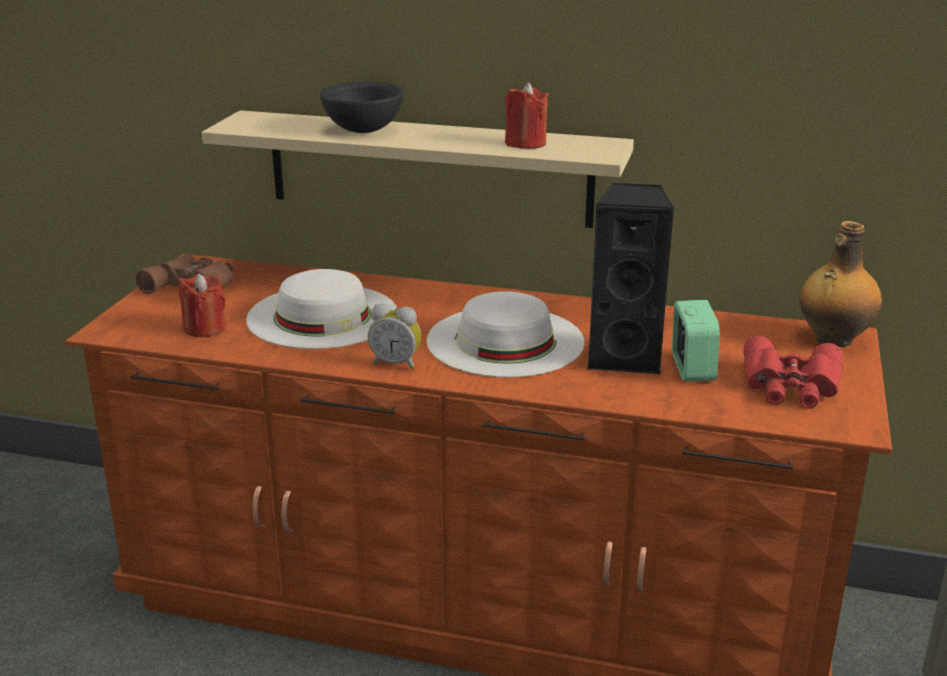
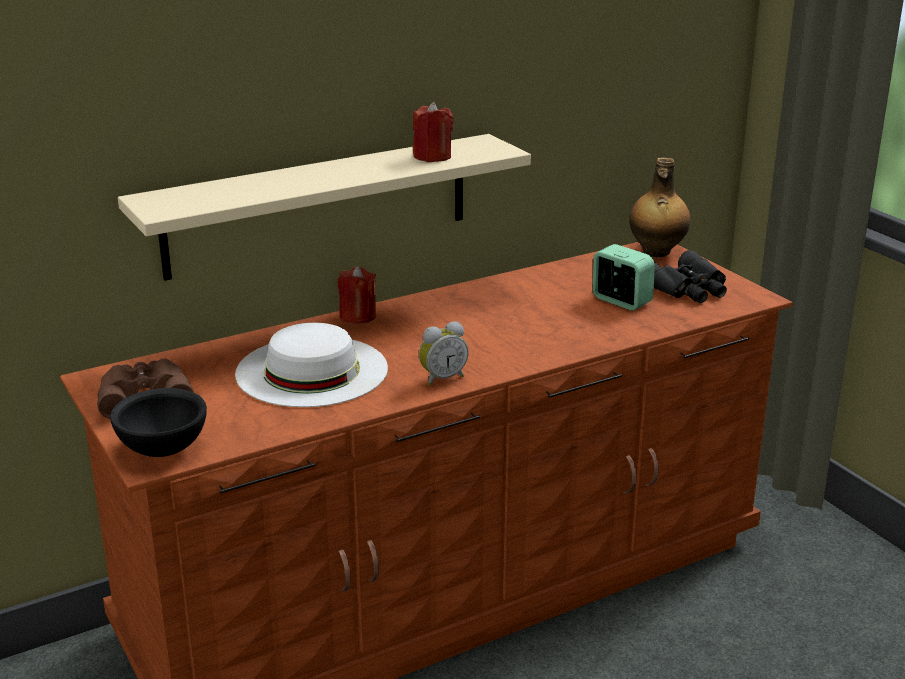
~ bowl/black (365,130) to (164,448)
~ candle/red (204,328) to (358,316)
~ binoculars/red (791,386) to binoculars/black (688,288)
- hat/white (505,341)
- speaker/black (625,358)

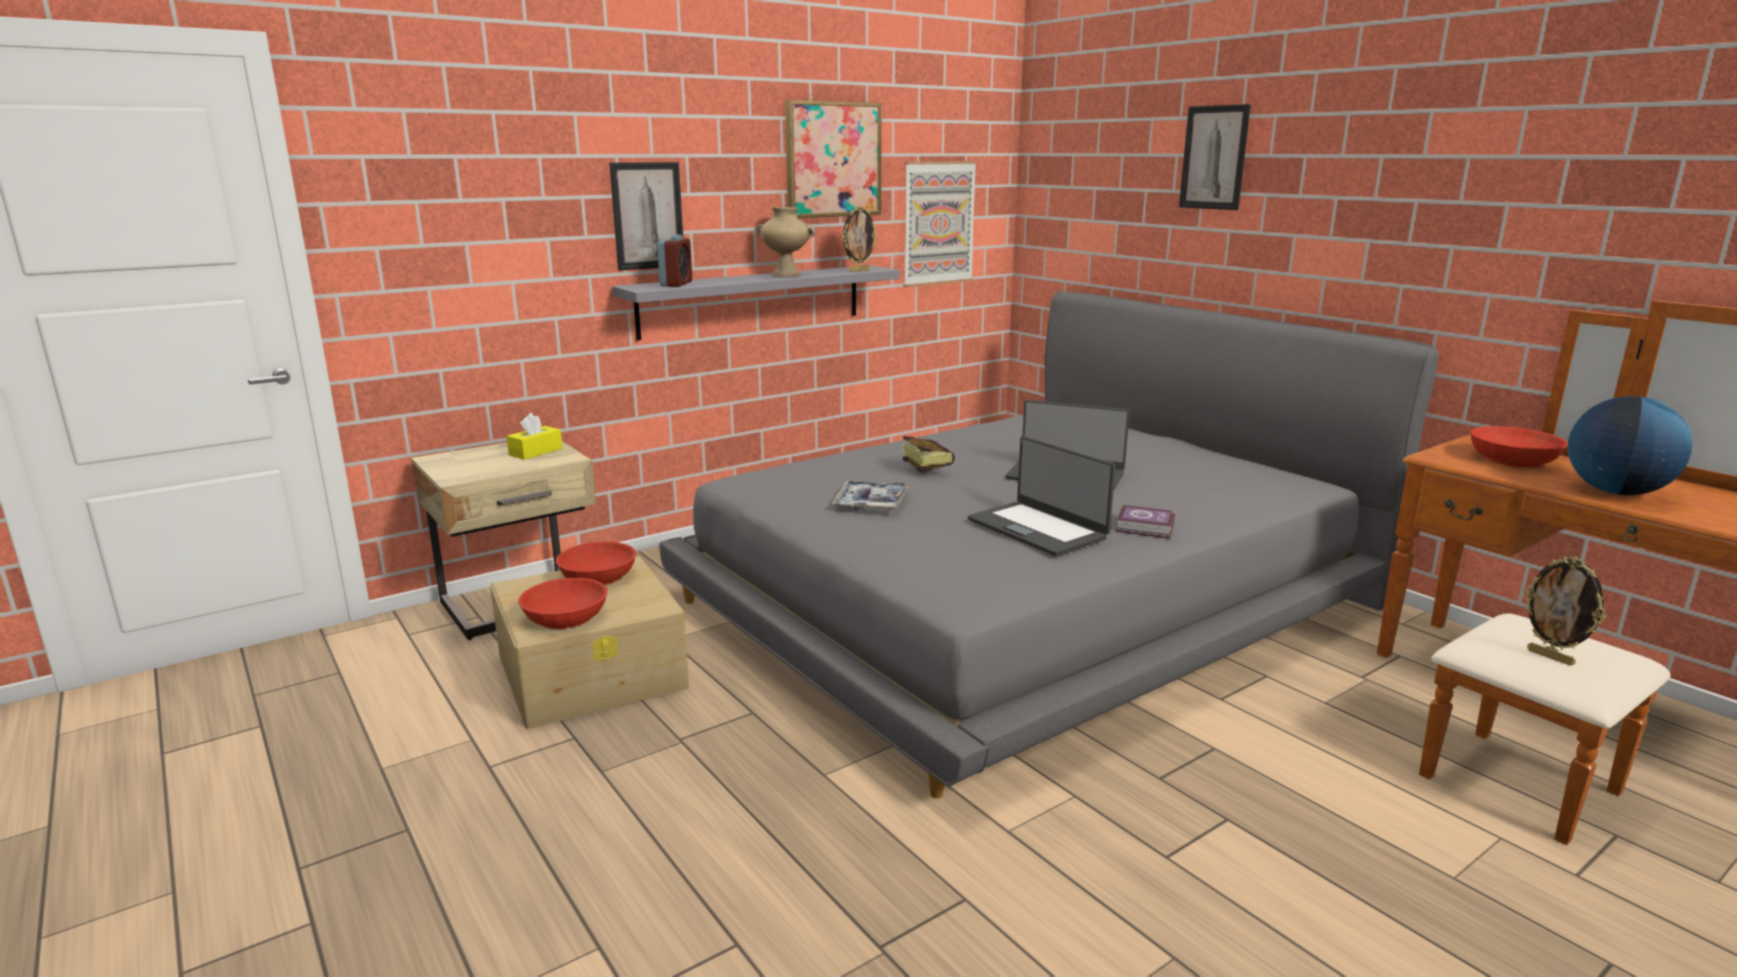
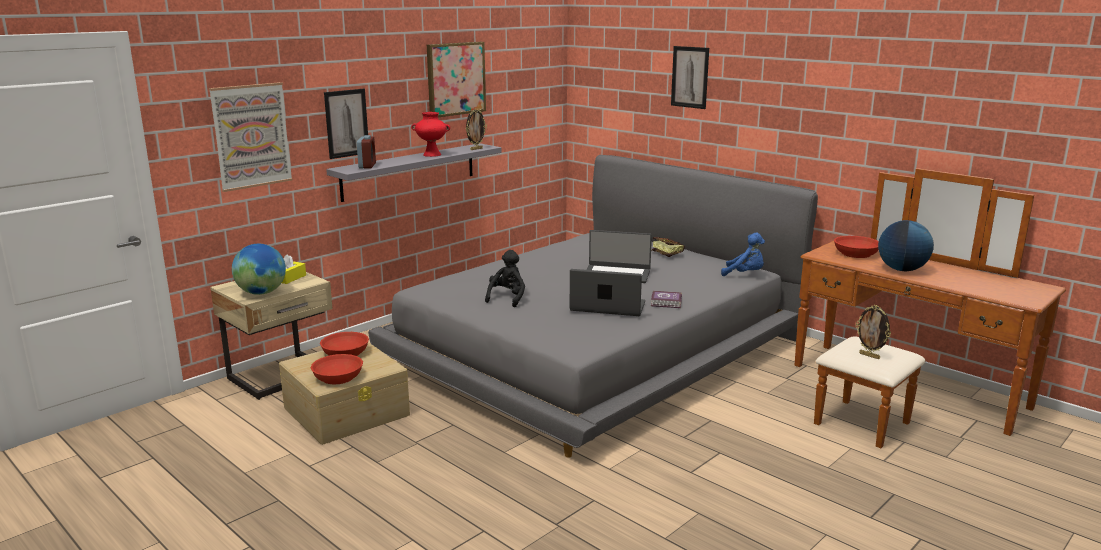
~ picture (938,223) to (251,136)
+ globe (261,293)
~ vase/beige (787,275) to vase/red (432,154)
~ tray (871,503) to plush toy/black (507,298)
~ laptop (1038,528) = (607,307) 150 degrees clockwise
~ book (924,467) to (665,254)
+ plush toy/blue (745,274)

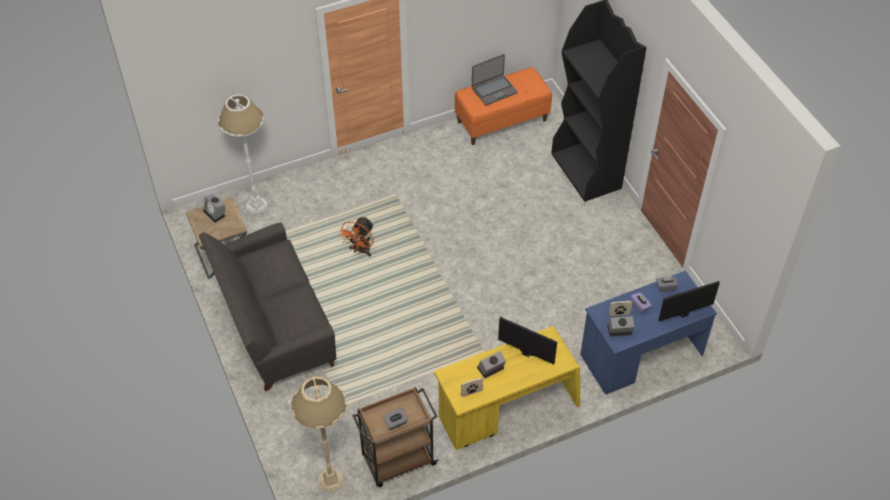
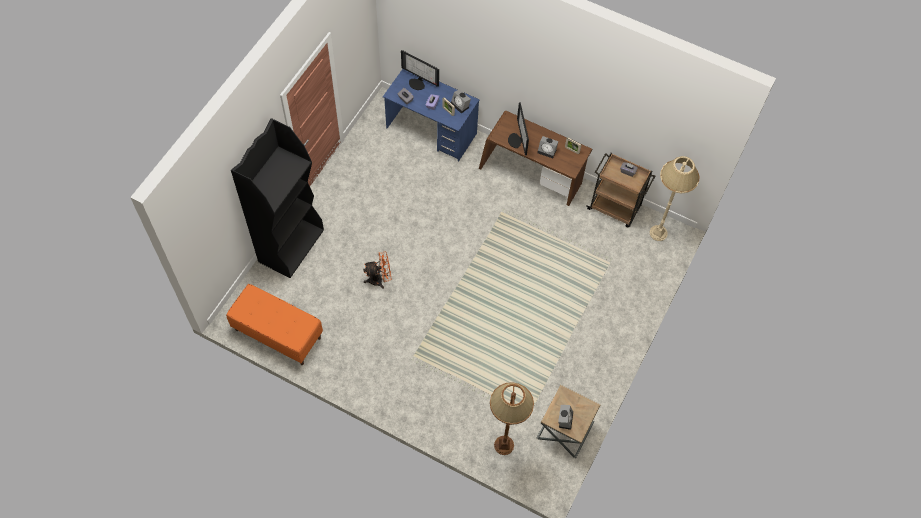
~ fan/orange (360,251) to (379,279)
~ desk/yellow (507,410) to desk/brown (531,175)
~ floor lamp/white (257,205) to floor lamp/brown (503,445)
- sofa/grey (274,327)
- laptop (494,90)

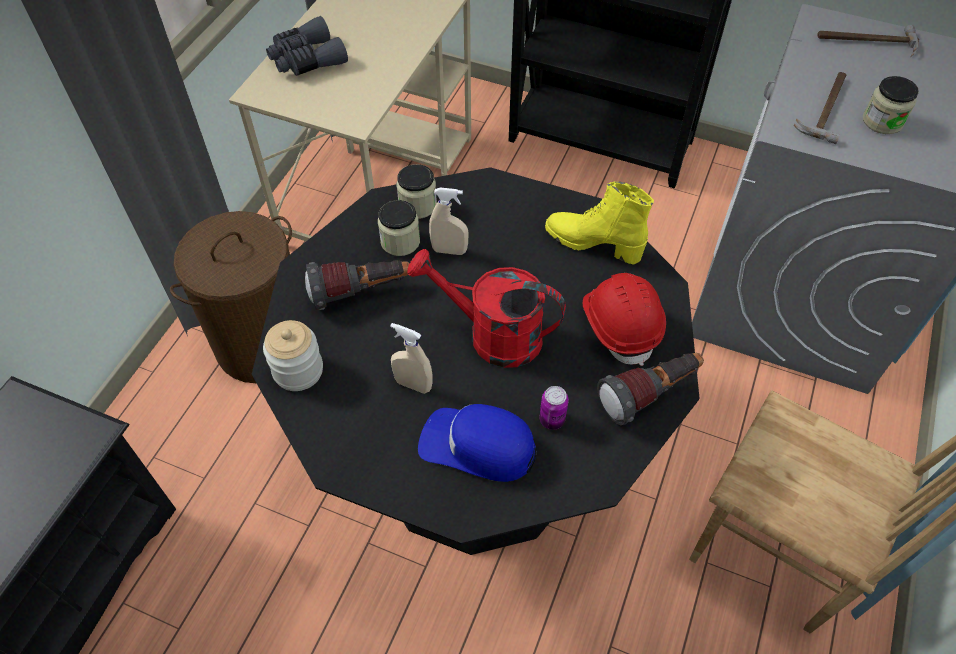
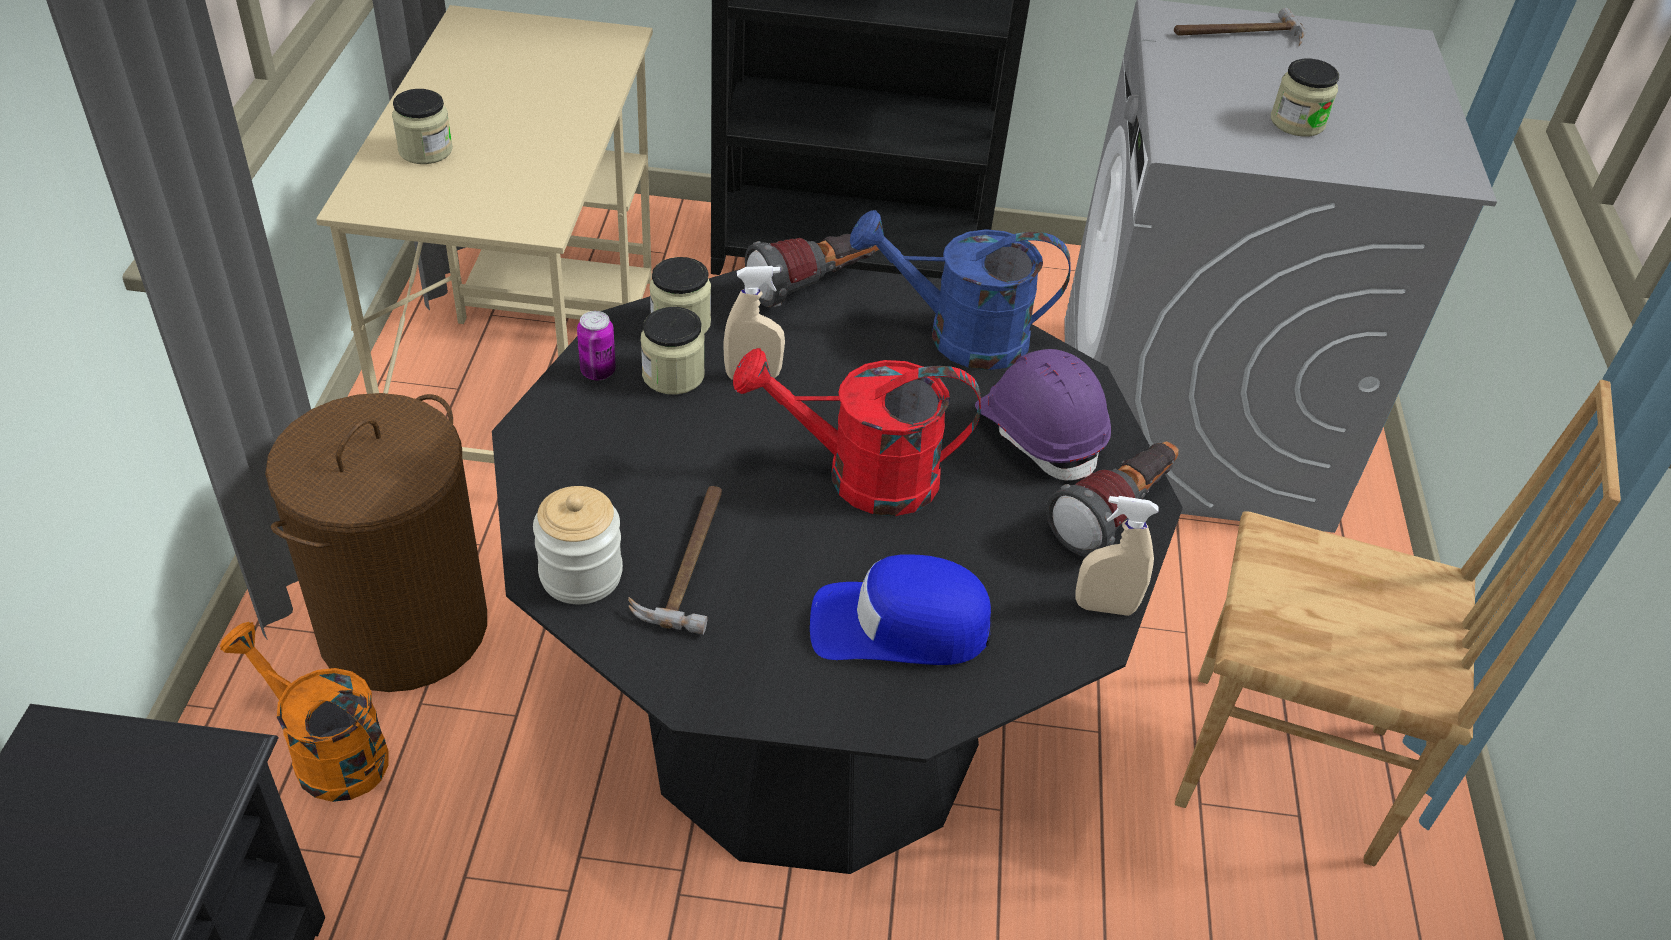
+ watering can/orange (327,752)
~ binoculars/grey (306,59) to jar (425,150)
~ can (552,420) to (598,371)
~ hammer (826,107) to (688,559)
~ flashlight (361,292) to (815,285)
~ boot/yellow (593,243) to watering can/blue (959,337)
~ hard hat/red (621,325) to hard hat/purple (1039,434)
~ spray bottle/beige (413,385) to (1104,607)

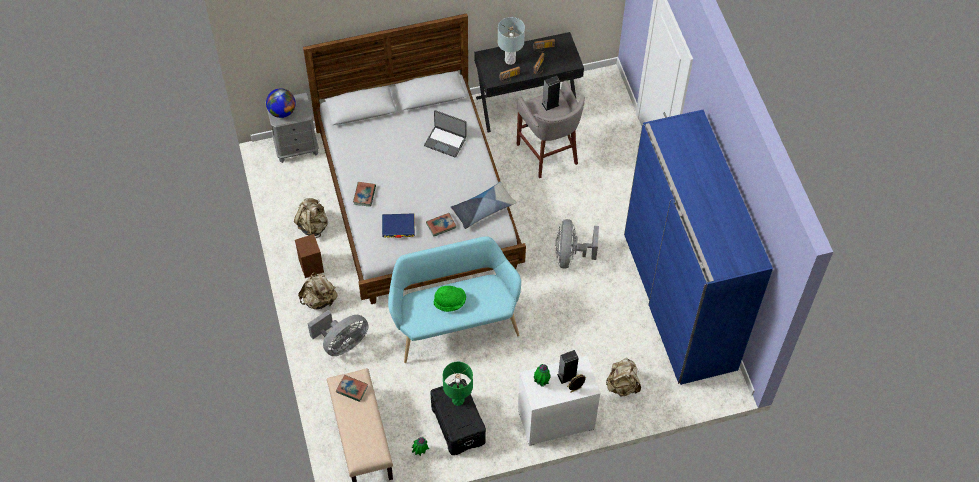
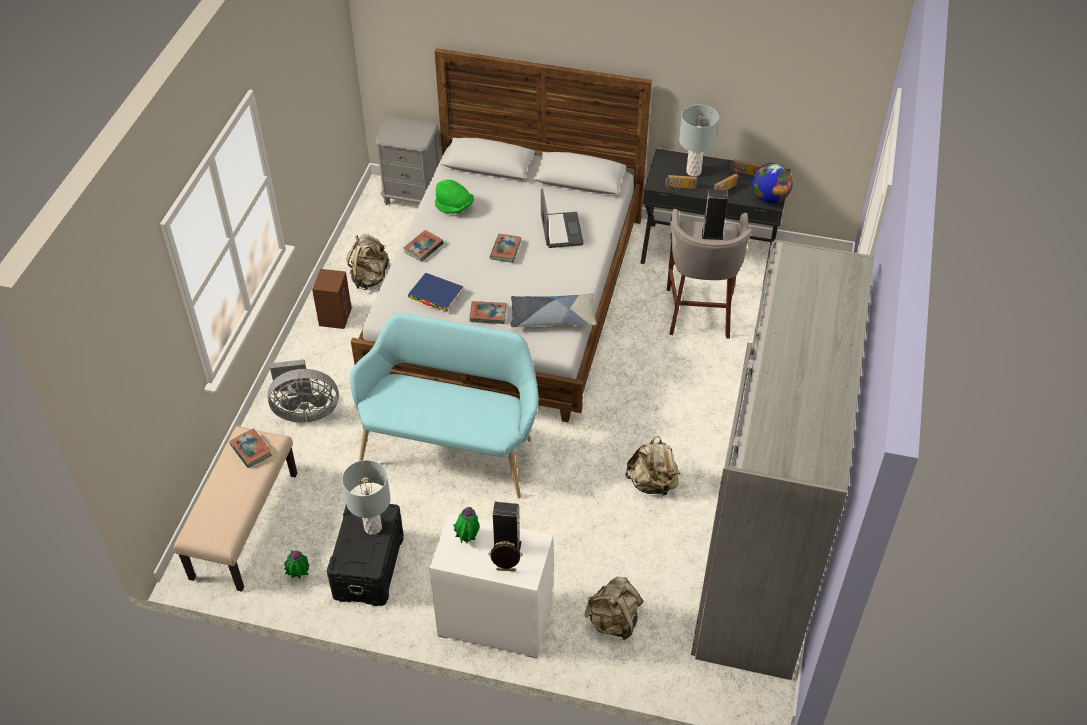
~ table lamp/green (458,400) to table lamp/grey (372,527)
~ hat/green (450,302) to (454,207)
+ book (505,250)
~ laptop (445,141) = (560,231) 150 degrees counterclockwise
~ backpack/beige (319,300) to (652,483)
~ wardrobe/blue (679,301) to wardrobe/grey (760,552)
~ globe (282,112) to (769,198)
- fan/grey (571,255)

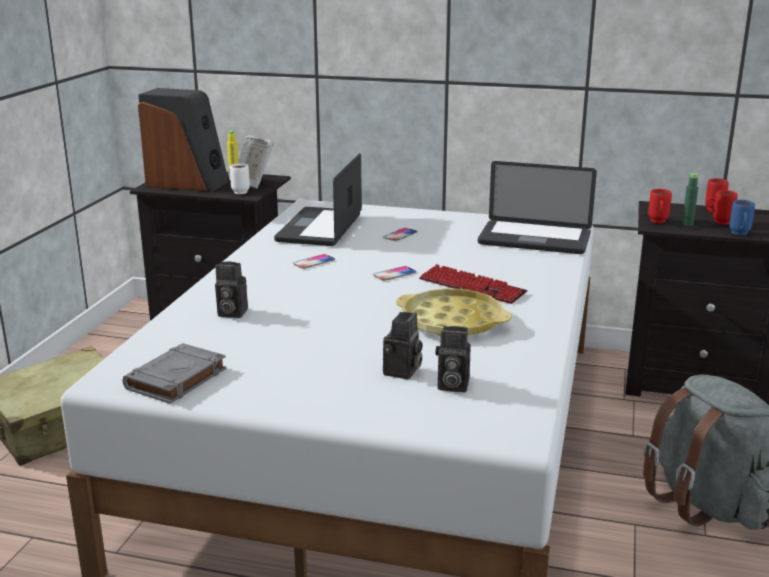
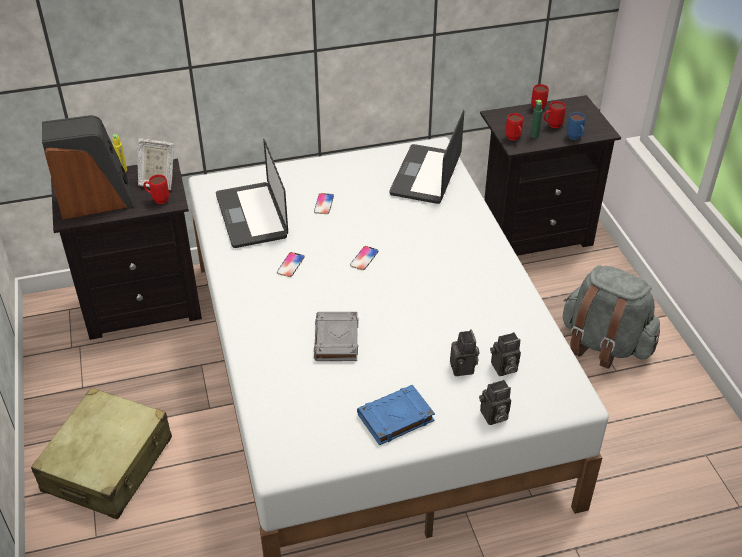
~ mug/white (238,192) to mug/red (157,200)
~ book/grey (176,379) to (337,340)
+ book/blue (395,418)
~ laptop (534,239) = (426,175) 120 degrees clockwise
~ photo camera (230,313) to (493,416)
- tray/yellow (452,321)
- keyboard (472,287)

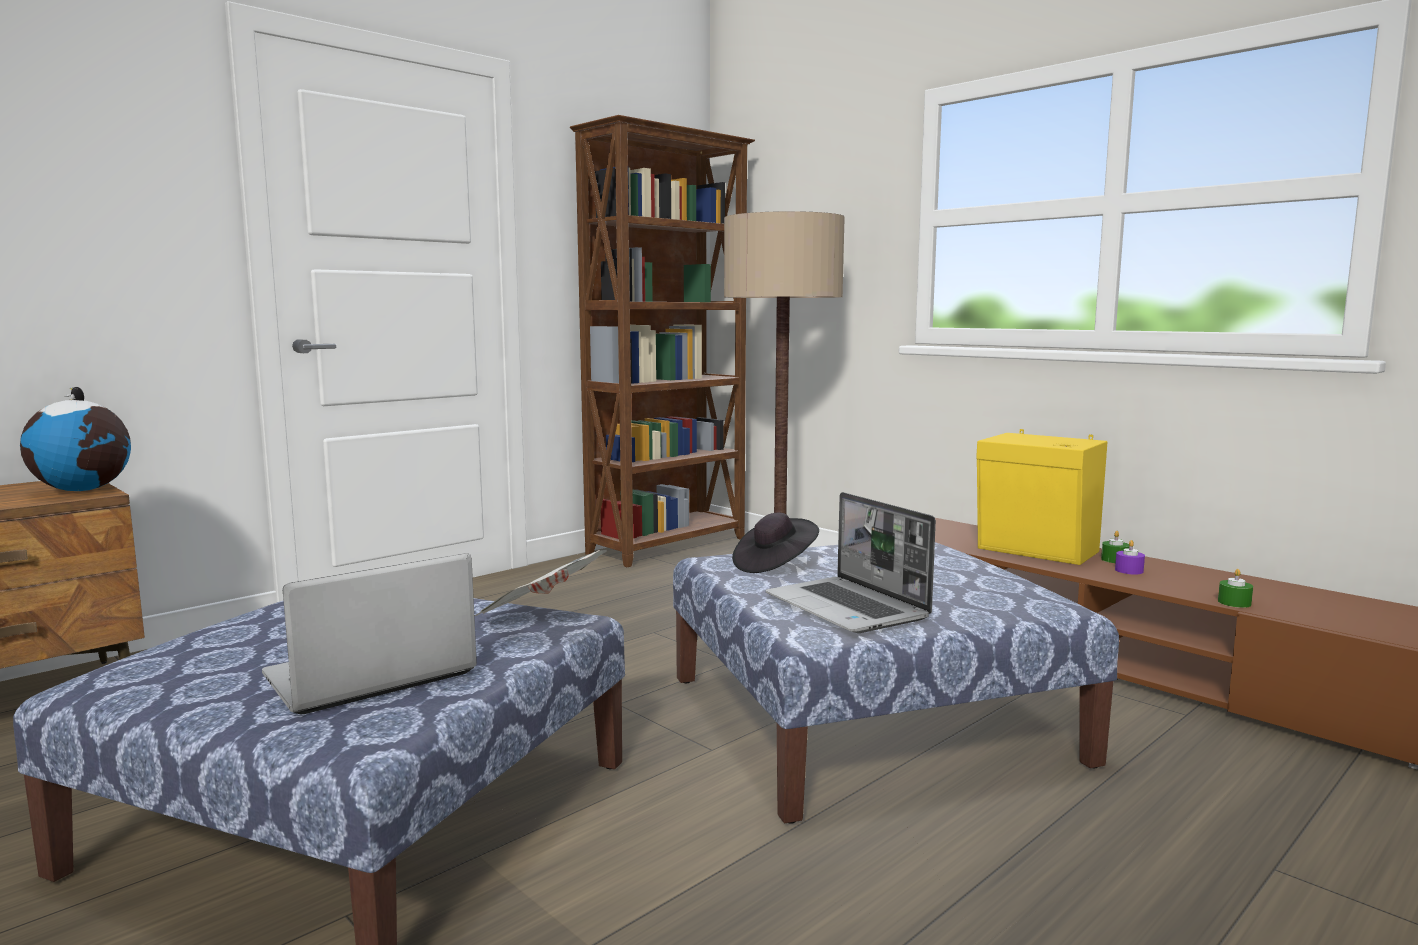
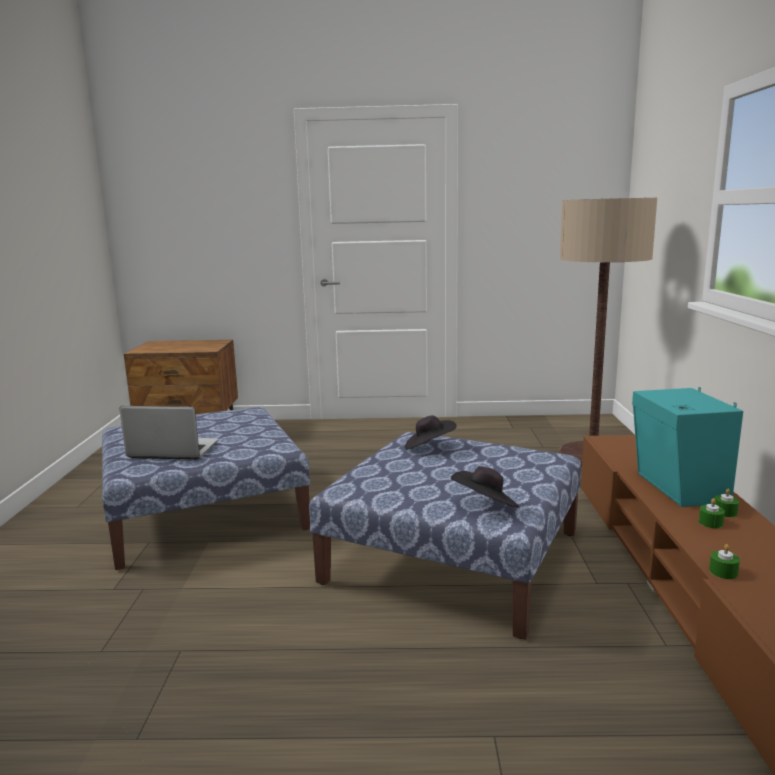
+ hat/black (485,505)
~ speaker/yellow (1038,551) to speaker/turquoise (678,488)
~ candle/purple (1129,570) to candle/green (710,523)
- globe (83,490)
- newspaper (541,618)
- bookcase/brown (669,546)
- laptop (848,608)

